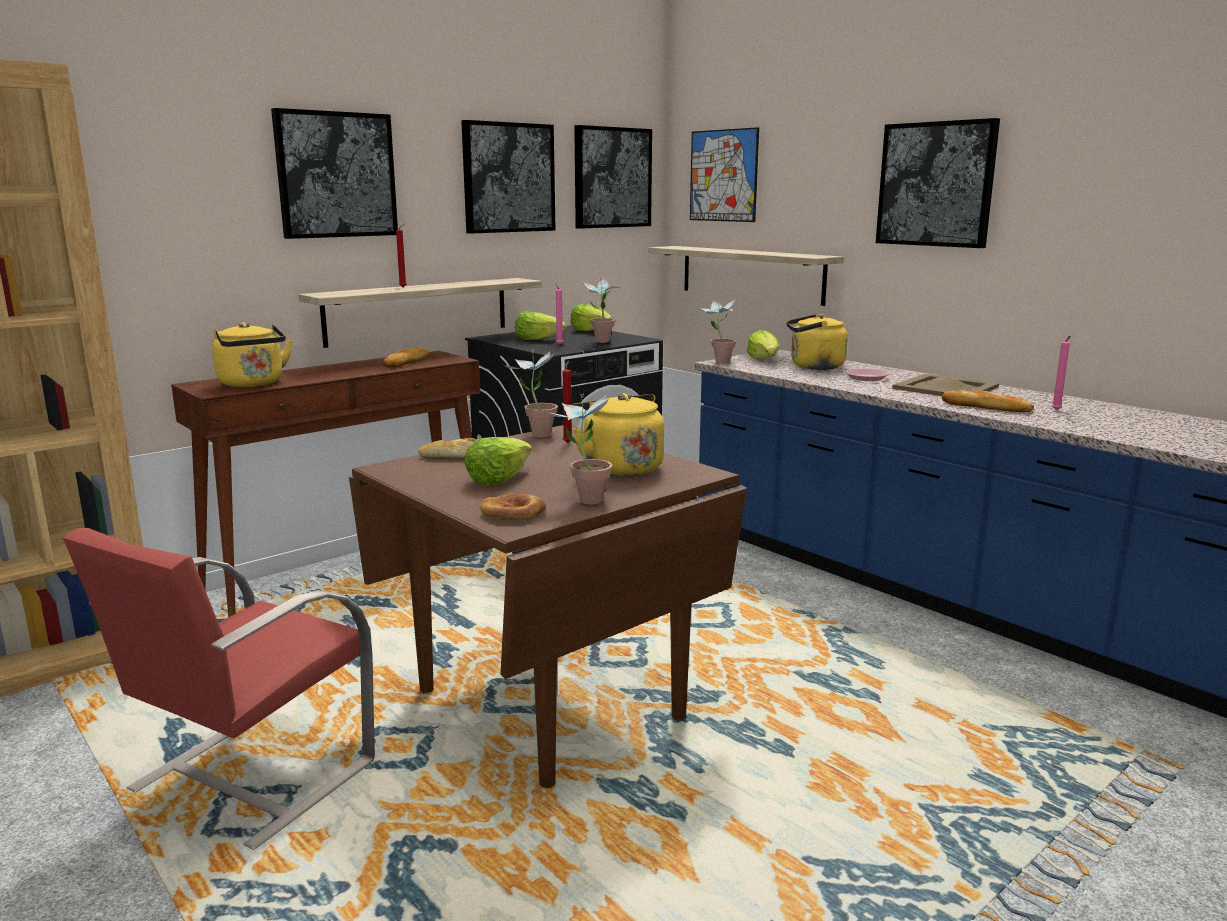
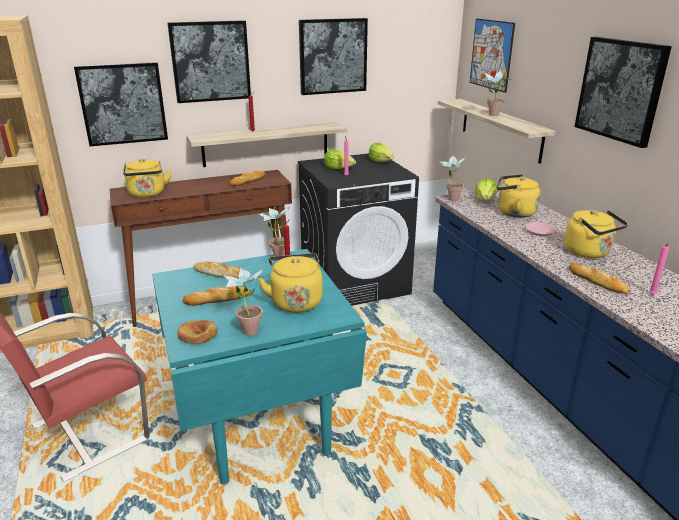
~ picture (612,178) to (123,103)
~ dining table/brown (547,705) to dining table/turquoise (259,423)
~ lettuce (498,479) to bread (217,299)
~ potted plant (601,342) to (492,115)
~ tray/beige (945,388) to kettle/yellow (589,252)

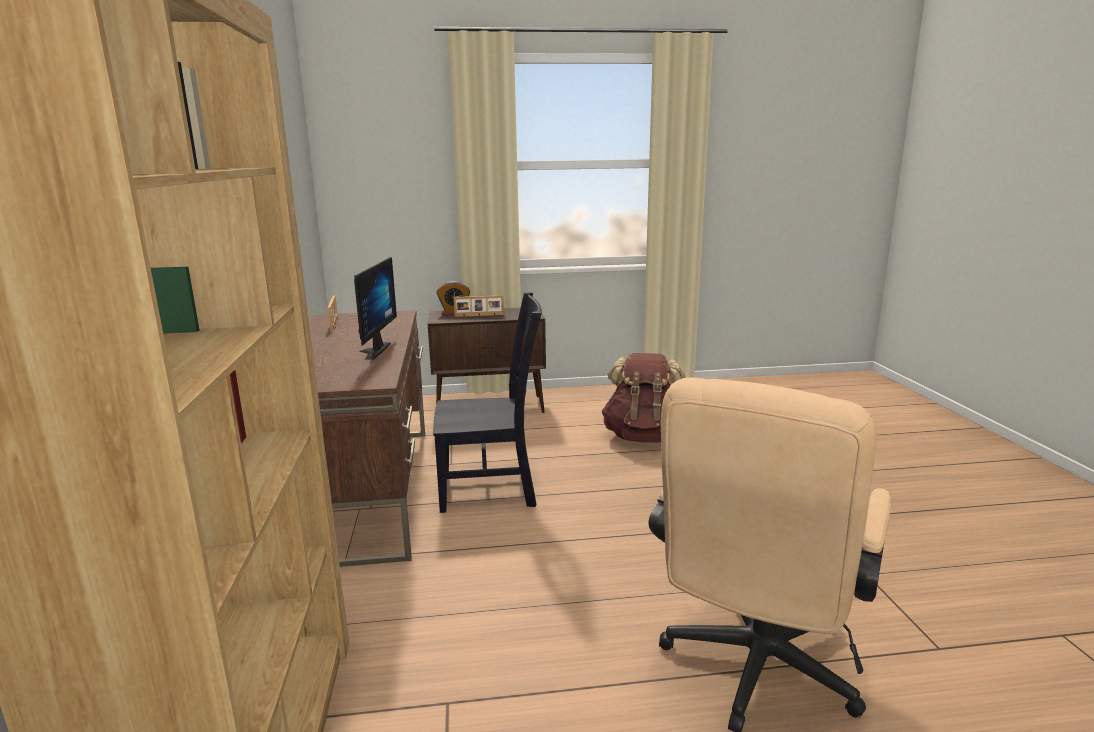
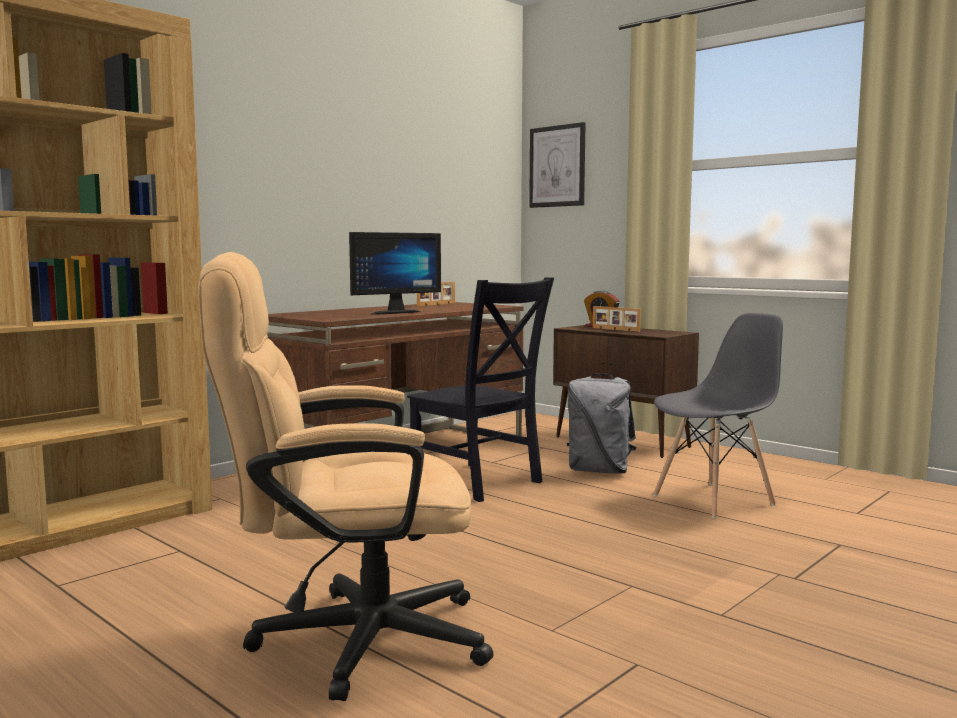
+ picture (557,166)
+ backpack/grey (600,471)
~ backpack/brown (644,437) to chair/grey (714,500)

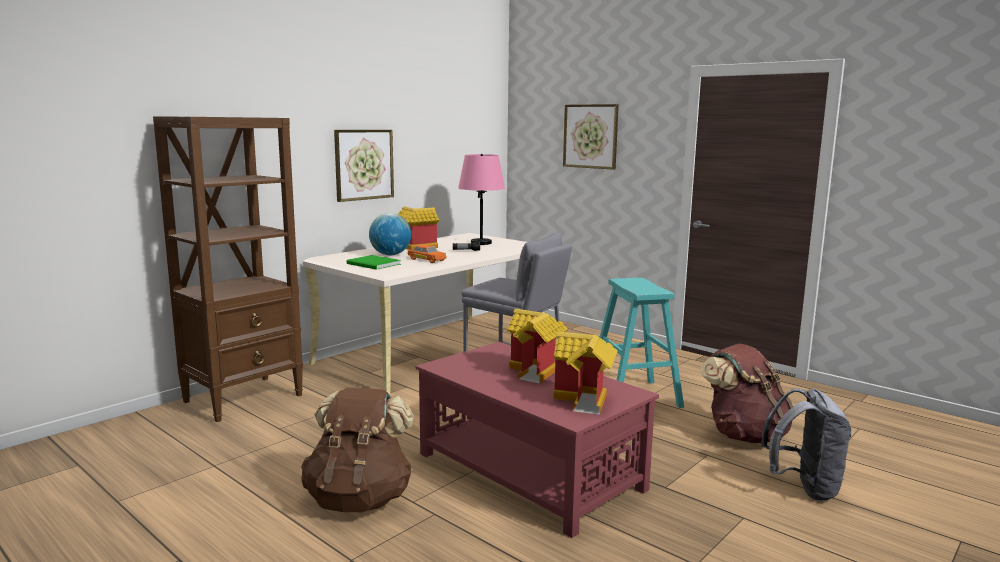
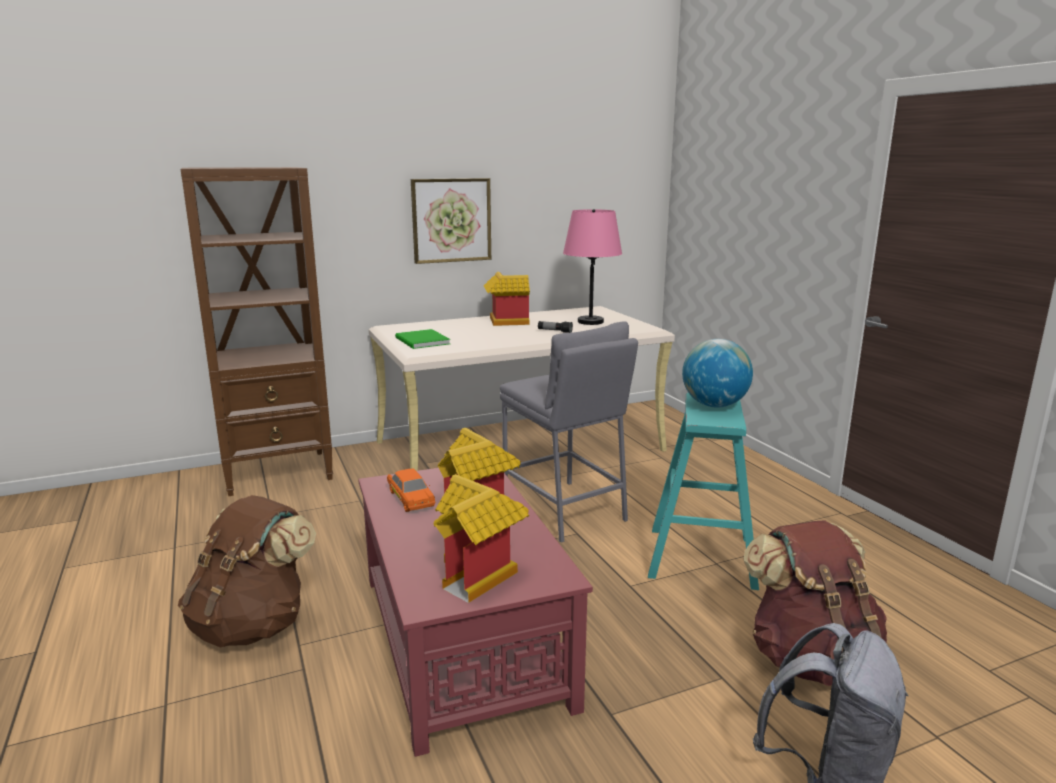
~ toy car/orange (426,260) to (411,498)
~ globe (390,255) to (714,405)
- picture (590,136)

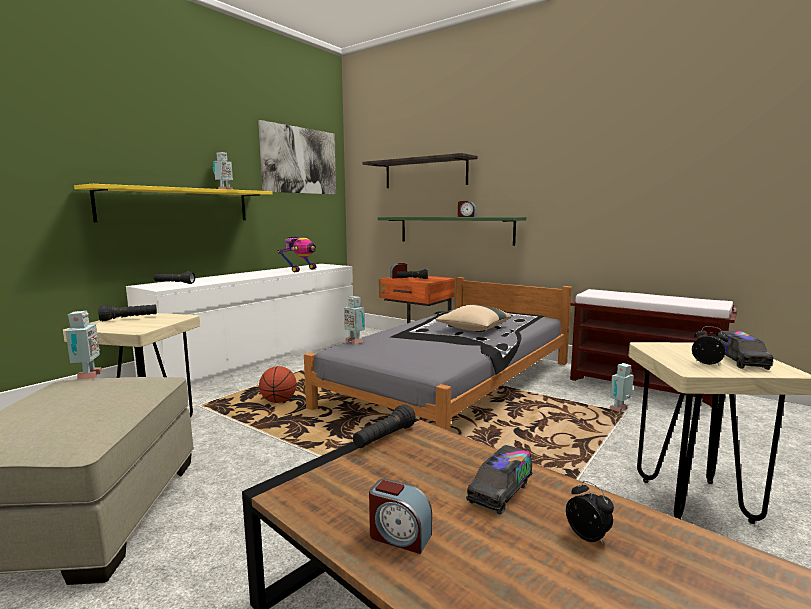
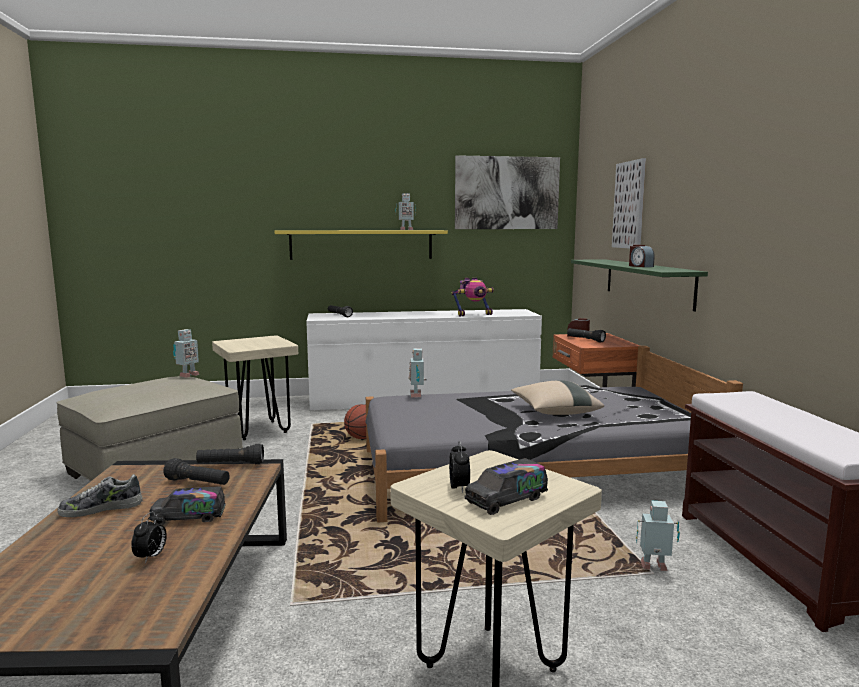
~ alarm clock (399,536) to shoe (101,508)
~ flashlight/black (129,319) to (198,483)
~ shelf (425,173) to picture (629,205)

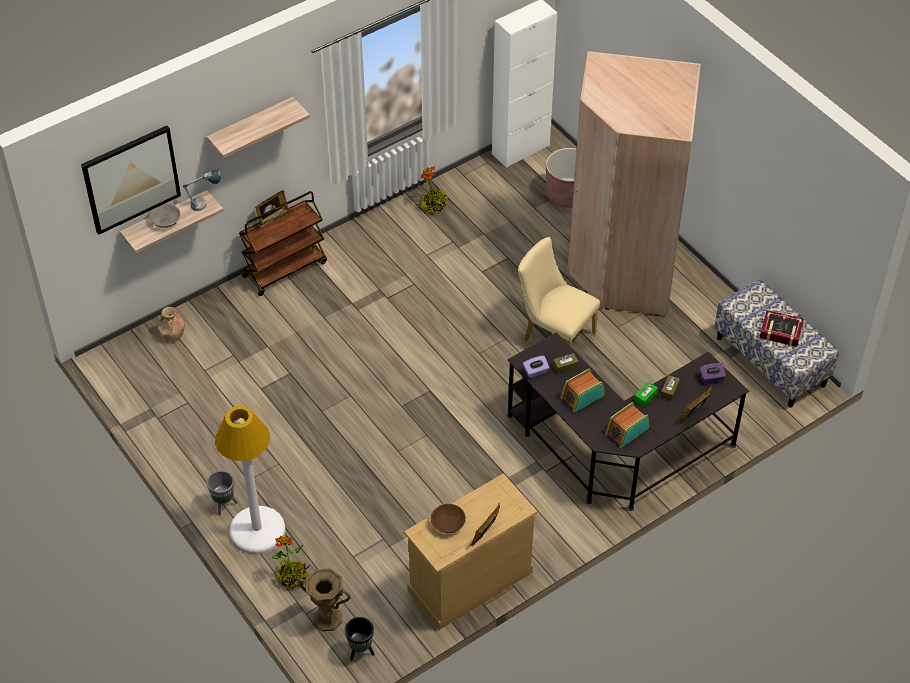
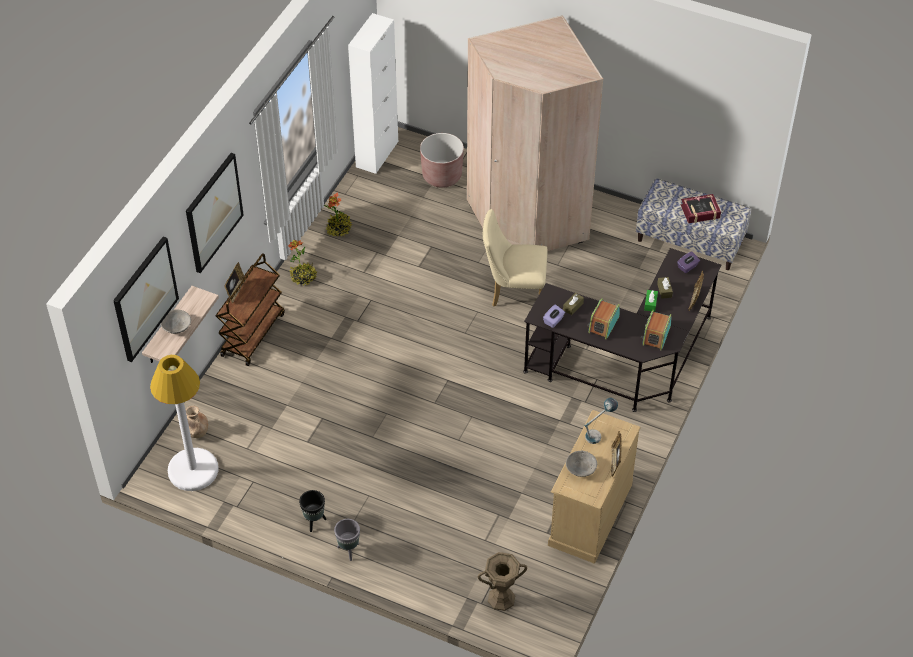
~ floor lamp/white (257,531) to (193,470)
~ shelf (251,126) to picture (213,212)
~ potted plant (292,577) to (303,277)
~ planter/black (360,651) to (314,522)
~ bowl/brown (447,524) to bowl/grey (580,469)
~ table lamp (205,204) to (598,434)

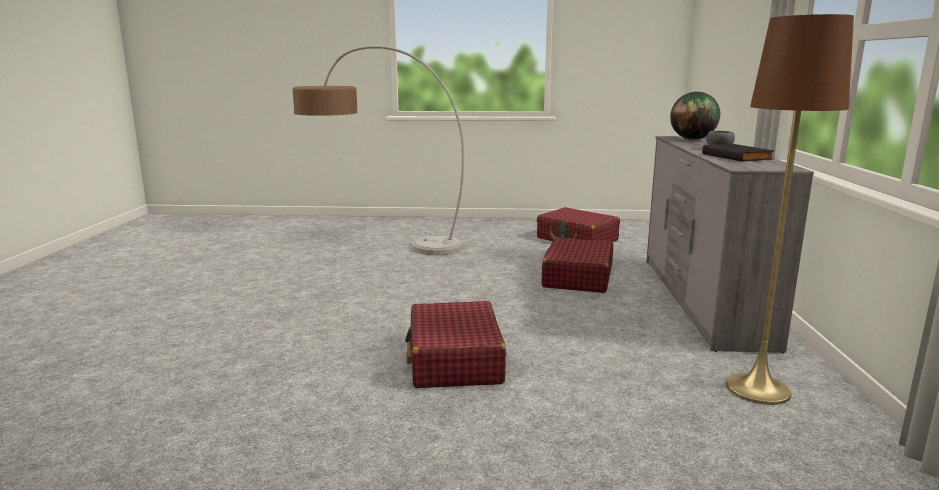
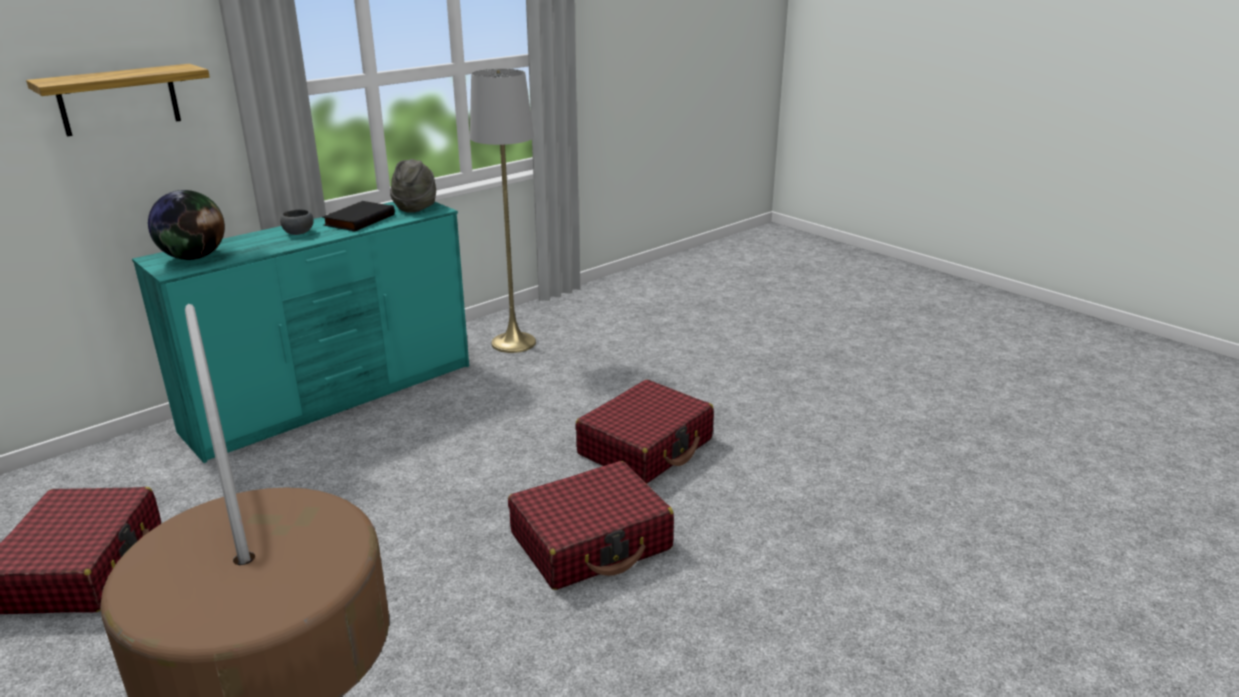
+ shelf (118,100)
~ dresser/grey (701,300) to dresser/turquoise (334,398)
+ hat/grey (415,207)
~ floor lamp/brown (758,389) to floor lamp/grey (513,343)
~ suitcase/red (577,277) to (591,542)

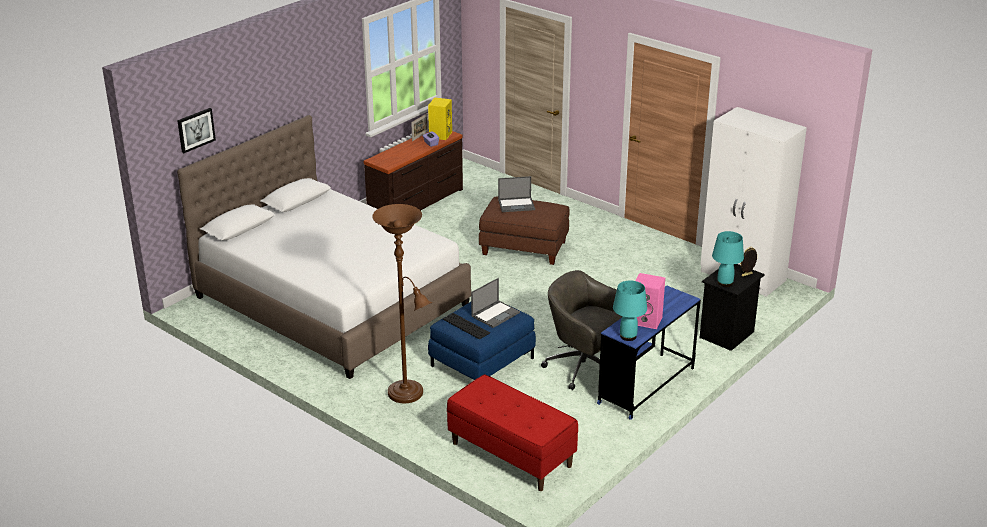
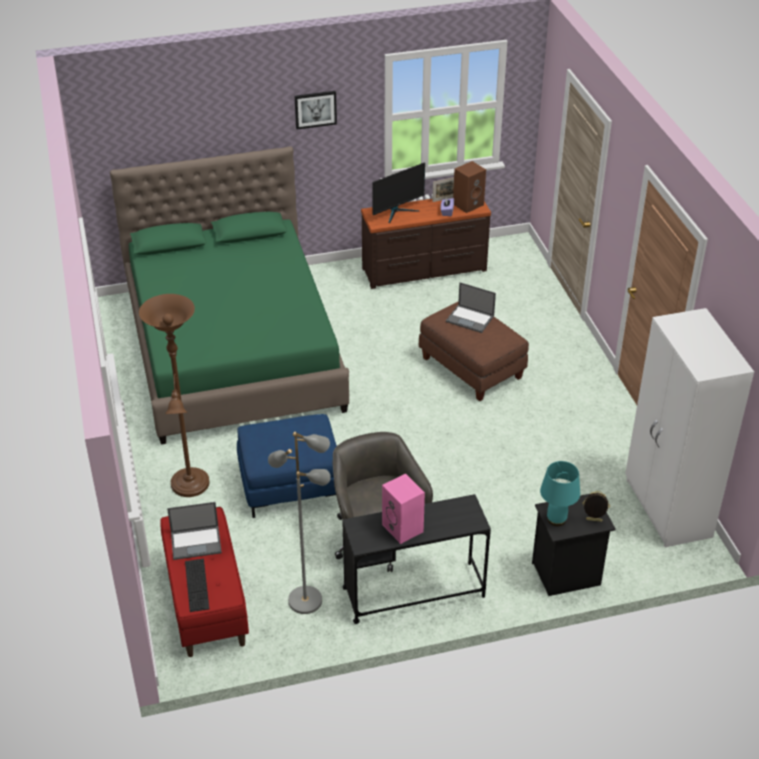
~ bed/white (331,301) to bed/green (234,350)
~ laptop (495,314) to (196,542)
~ keyboard (466,326) to (197,585)
+ floor lamp/grey (305,600)
~ picture (195,130) to (315,109)
~ desk/blue (646,386) to desk/black (414,593)
+ monitor (397,212)
~ speaker/yellow (440,134) to speaker/brown (468,204)
- table lamp/turquoise (628,336)

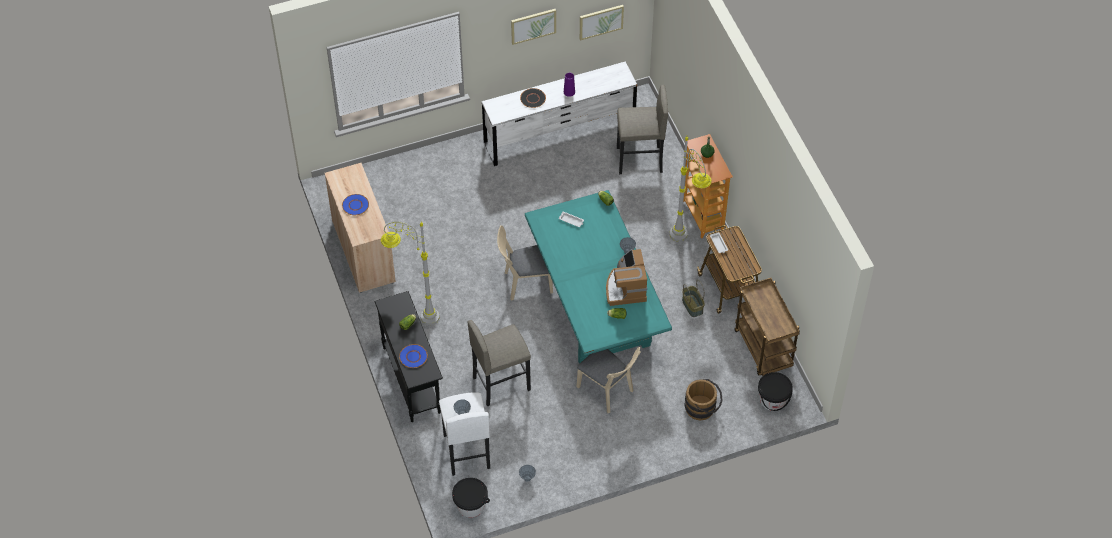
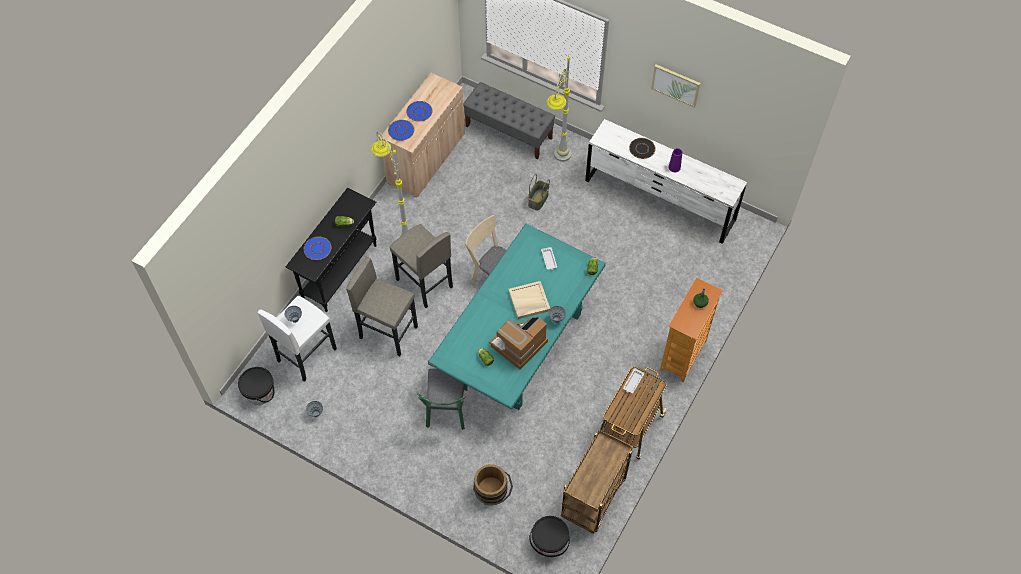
+ plate/blue (401,131)
~ stool/grey (639,160) to (424,283)
~ chair/beige (608,391) to chair/green (446,411)
+ bench/grey (509,132)
+ tray/beige (529,301)
~ basket (693,306) to (538,200)
~ floor lamp/grey (686,245) to (557,166)
- picture (601,21)

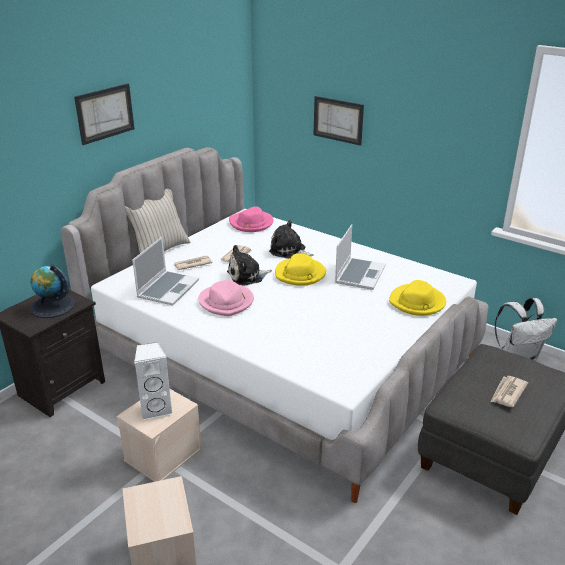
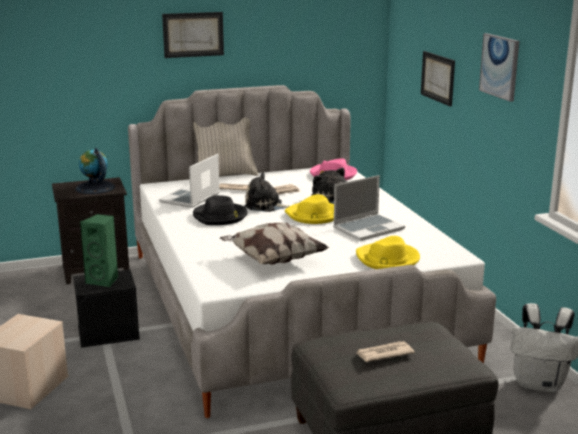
~ storage box/beige (163,454) to storage box/black (109,332)
~ speaker/white (156,408) to speaker/green (104,280)
~ laptop (168,289) = (190,198) 150 degrees clockwise
~ hat/pink (226,302) to hat/black (220,216)
+ pillow (273,260)
+ picture (500,66)

